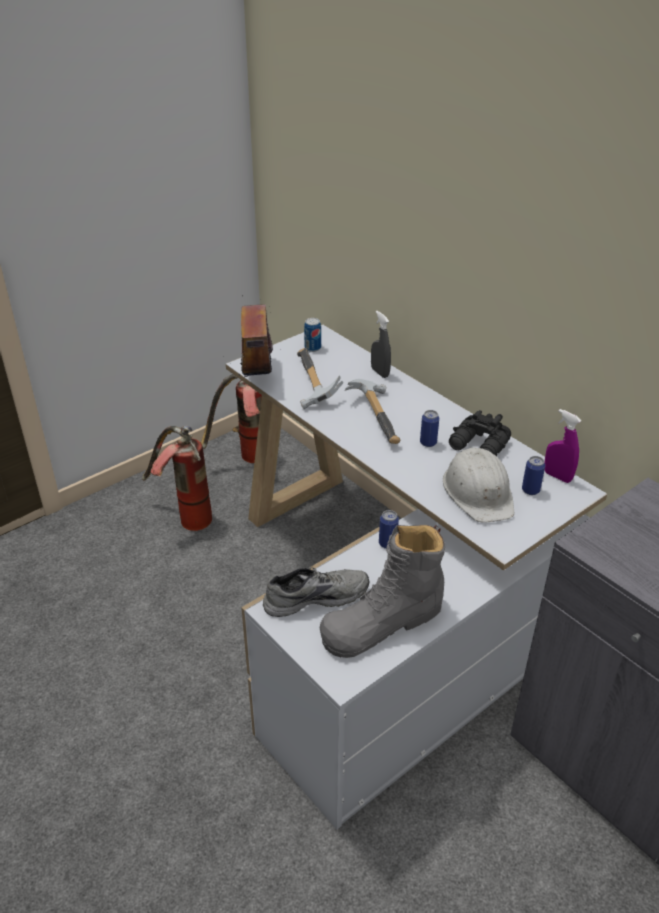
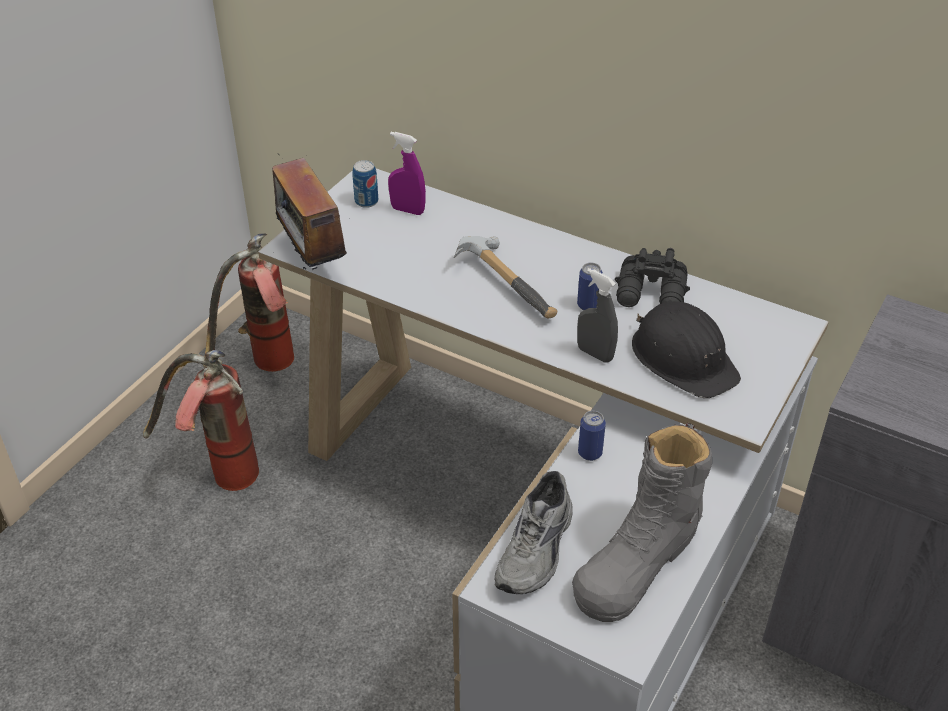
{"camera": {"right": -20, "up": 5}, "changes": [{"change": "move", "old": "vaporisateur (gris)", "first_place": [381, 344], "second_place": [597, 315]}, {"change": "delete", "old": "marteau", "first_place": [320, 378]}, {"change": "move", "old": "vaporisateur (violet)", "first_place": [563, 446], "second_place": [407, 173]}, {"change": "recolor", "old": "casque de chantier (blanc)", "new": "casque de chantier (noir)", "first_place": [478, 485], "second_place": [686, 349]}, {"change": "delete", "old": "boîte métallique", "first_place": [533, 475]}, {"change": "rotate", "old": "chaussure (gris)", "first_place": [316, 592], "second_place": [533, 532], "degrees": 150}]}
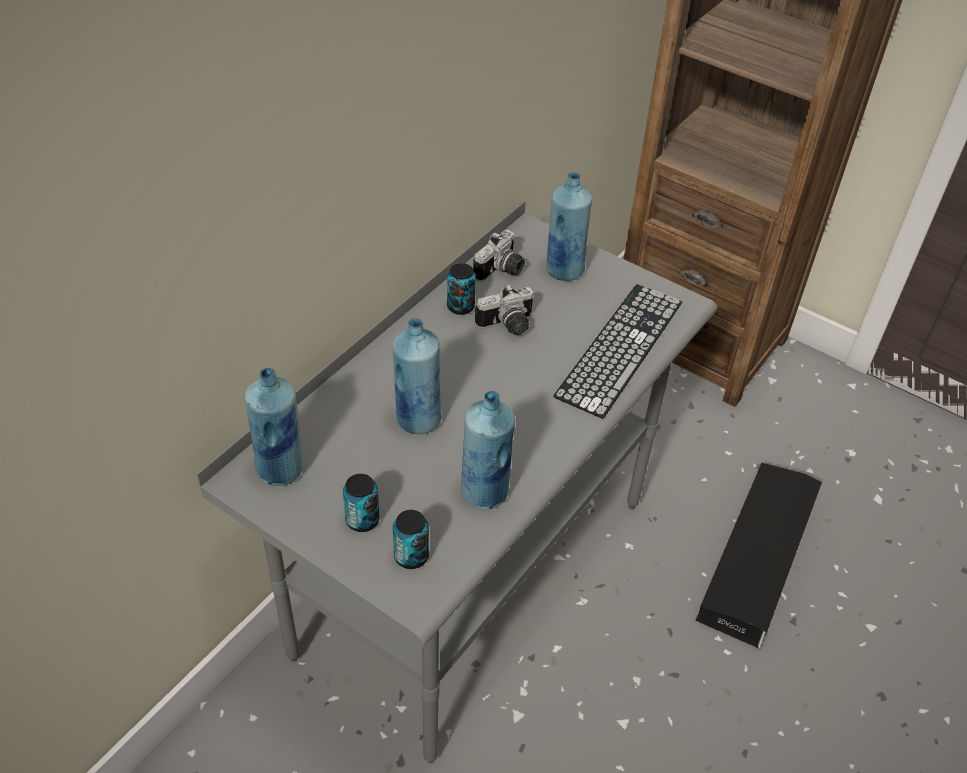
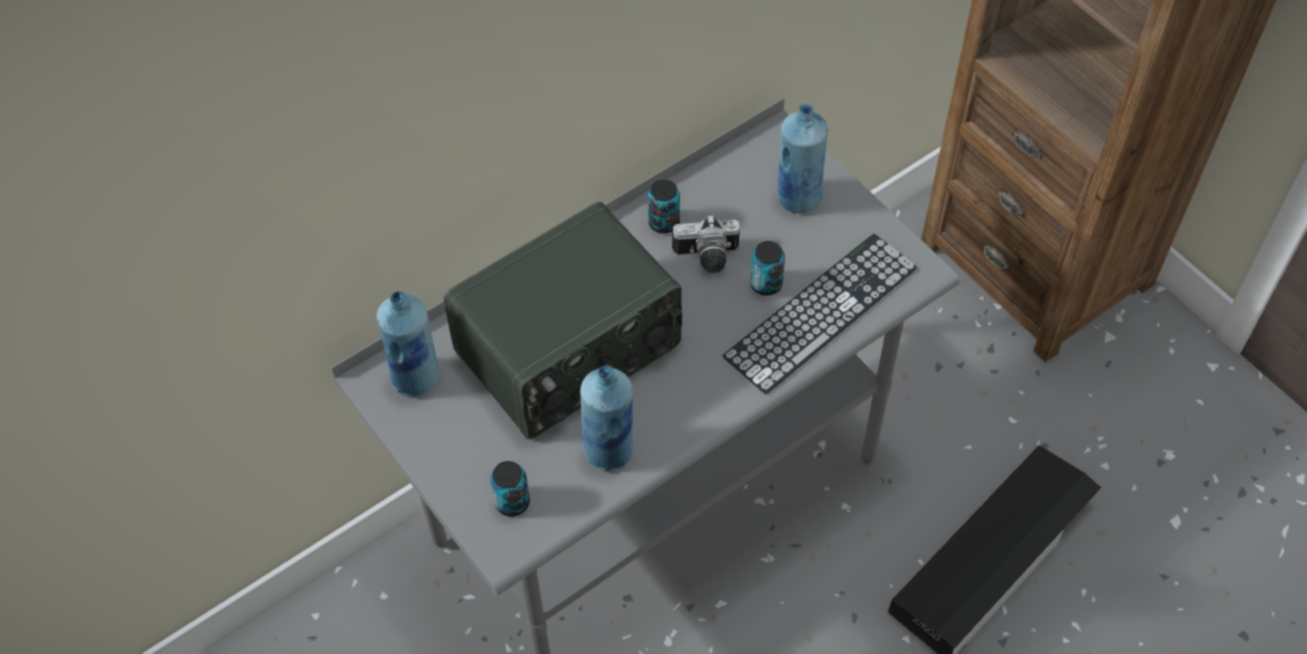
{"camera": {"right": 20, "up": 10}, "changes": [{"change": "delete", "old": "appareil photo", "first_place": [499, 256]}, {"change": "replace", "old": "bouteille (bleu)", "new": "radio", "first_place": [417, 376], "second_place": [563, 321]}, {"change": "move", "old": "boîte métallique", "first_place": [361, 503], "second_place": [767, 268]}]}
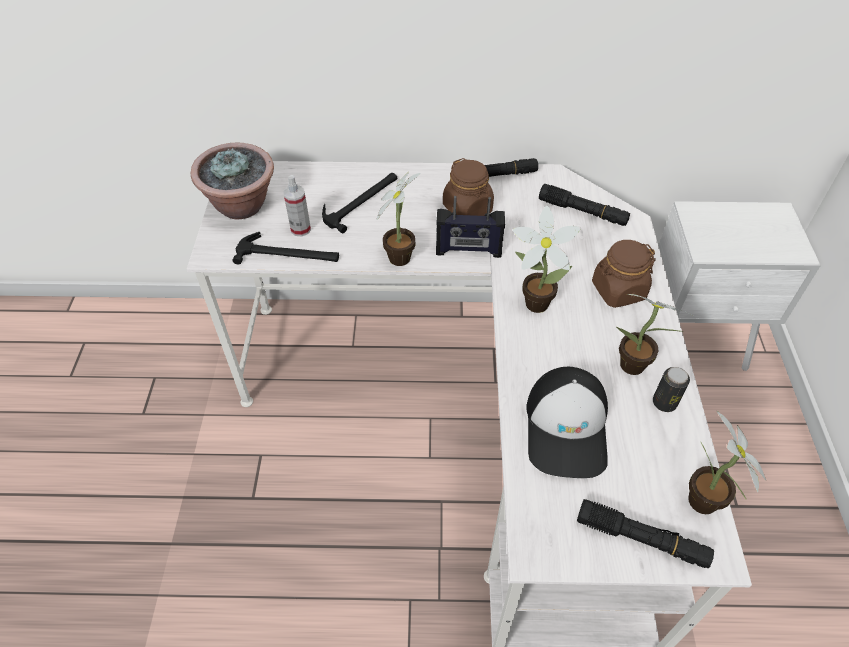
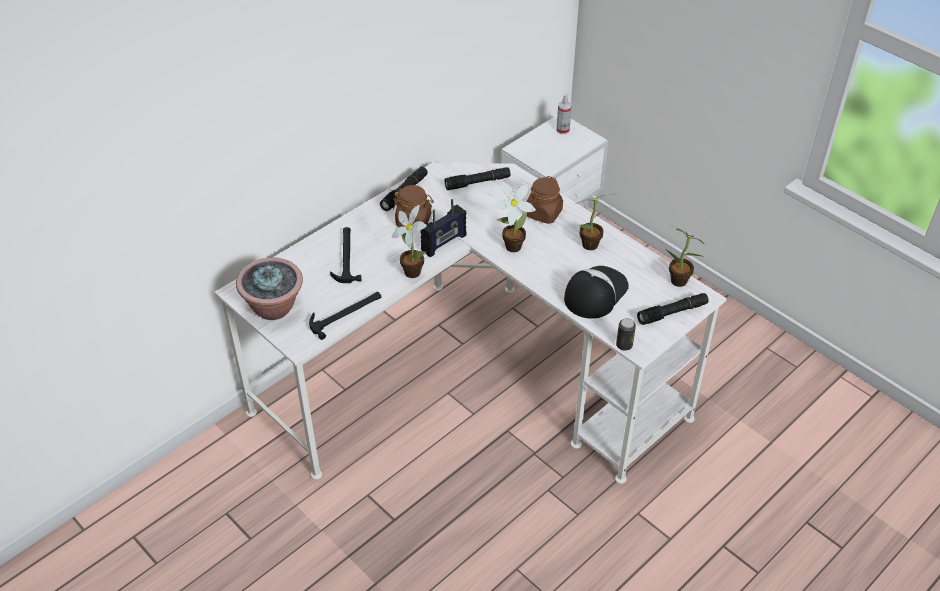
{"camera": {"right": -45, "up": -5}, "changes": [{"change": "move", "old": "vaporisateur", "first_place": [297, 205], "second_place": [564, 114]}, {"change": "rotate", "old": "casquette", "first_place": [567, 422], "second_place": [596, 292], "degrees": -105}, {"change": "move", "old": "boîte métallique", "first_place": [671, 389], "second_place": [626, 334]}]}
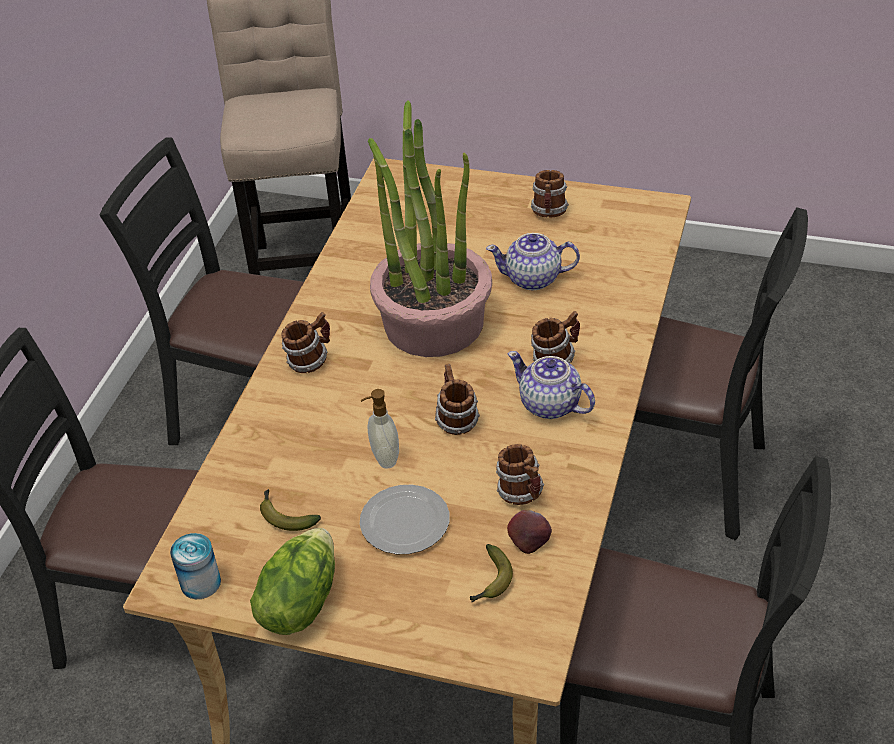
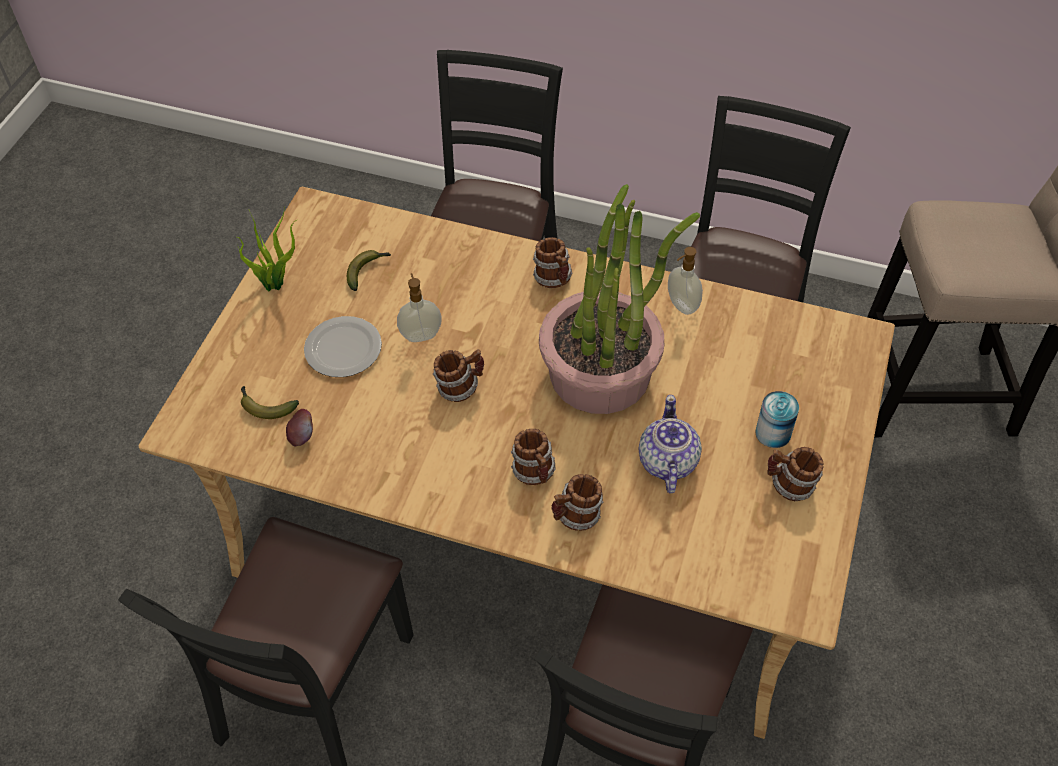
{"camera": {"right": 90, "up": 10}, "changes": [{"change": "delete", "old": "théière", "first_place": [551, 385]}, {"change": "move", "old": "mug", "first_place": [520, 474], "second_place": [577, 502]}, {"change": "replace", "old": "laitue", "new": "plante en pot", "first_place": [292, 581], "second_place": [267, 248]}, {"change": "move", "old": "boîte métallique", "first_place": [195, 566], "second_place": [777, 419]}, {"change": "insert", "new": "distributeur de savon", "second_place": [685, 281]}]}
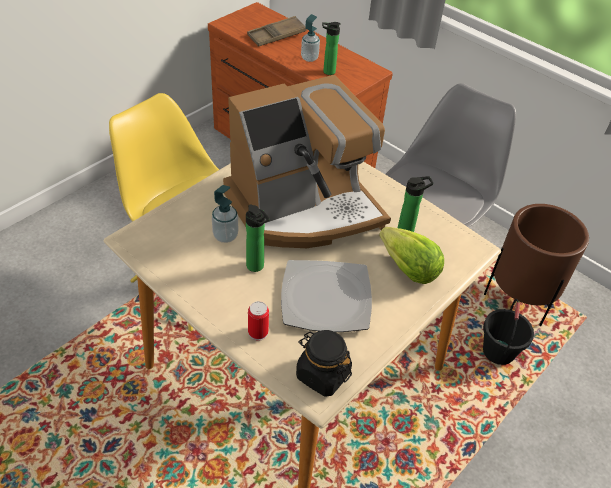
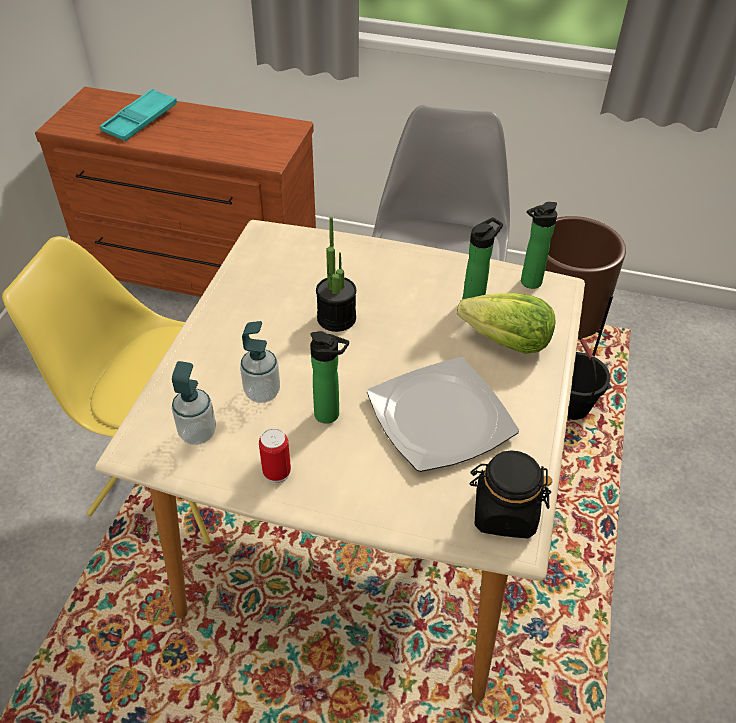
{"camera": {"right": -25, "up": 0}, "changes": [{"change": "move", "old": "distributeur de savon", "first_place": [310, 38], "second_place": [193, 403]}, {"change": "recolor", "old": "plateau (marron)", "new": "plateau (turquoise)", "first_place": [277, 31], "second_place": [138, 115]}, {"change": "move", "old": "bouteille", "first_place": [331, 48], "second_place": [539, 245]}, {"change": "replace", "old": "machine à café", "new": "plante en pot", "first_place": [307, 161], "second_place": [336, 274]}, {"change": "move", "old": "boîte métallique", "first_place": [258, 321], "second_place": [275, 455]}]}
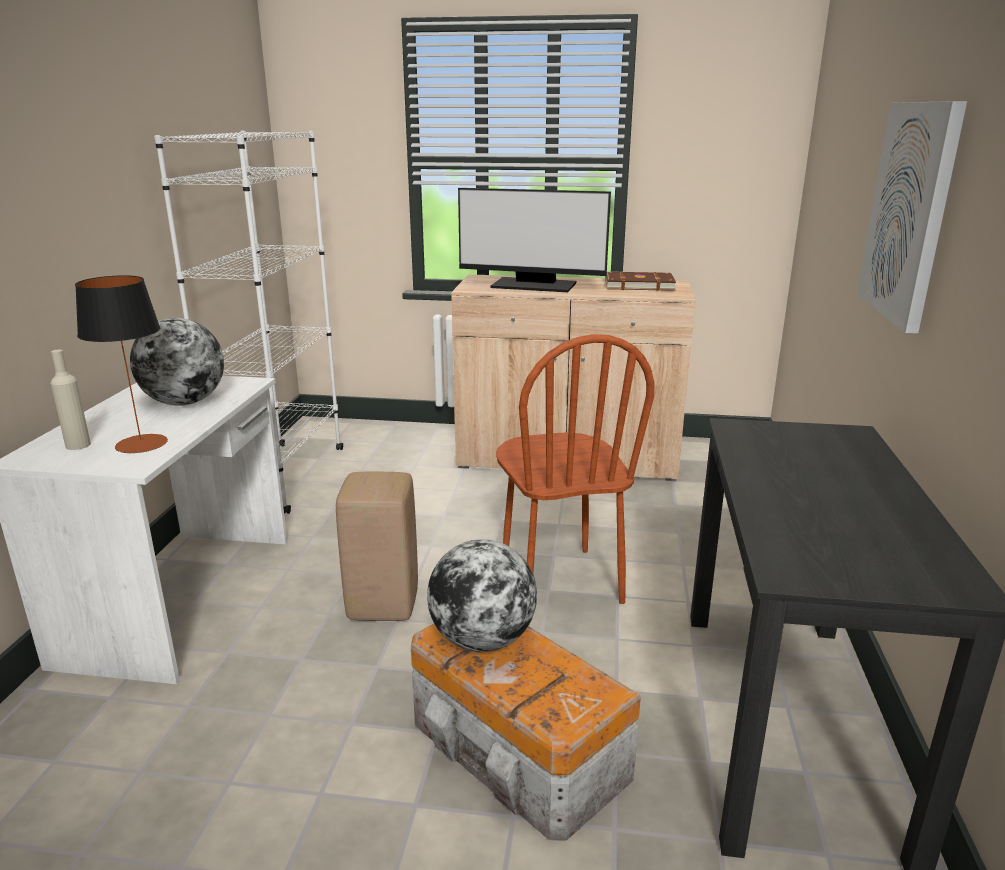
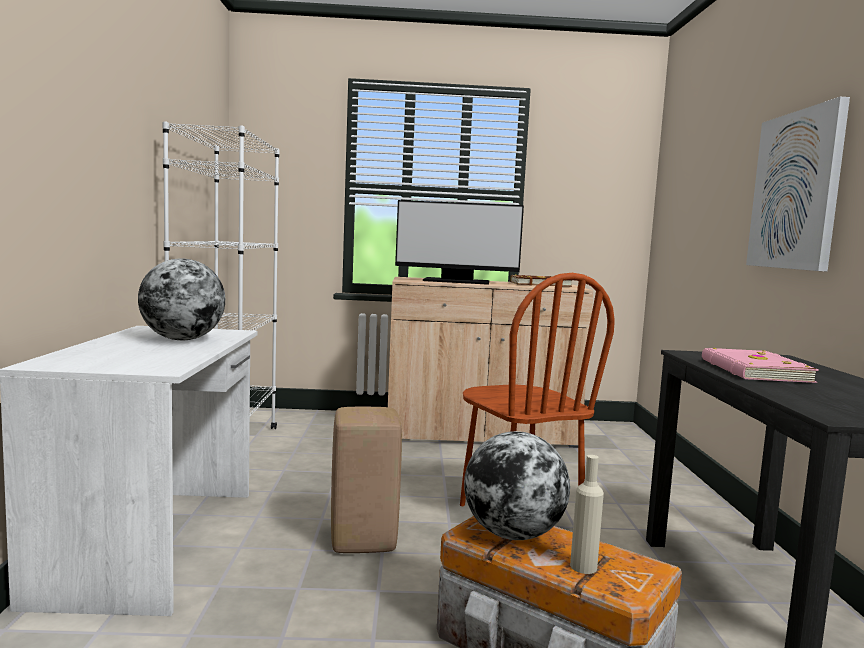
{"camera": {"right": -10, "up": -15}, "changes": [{"change": "delete", "old": "lampe de table", "first_place": [121, 364]}, {"change": "move", "old": "bouteille (beige)", "first_place": [71, 400], "second_place": [587, 514]}, {"change": "insert", "new": "livre (rose)", "second_place": [760, 365]}]}
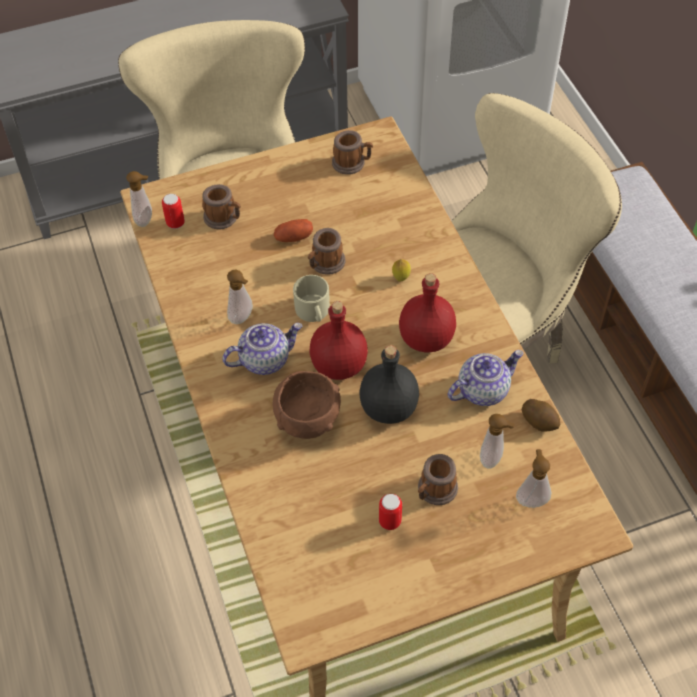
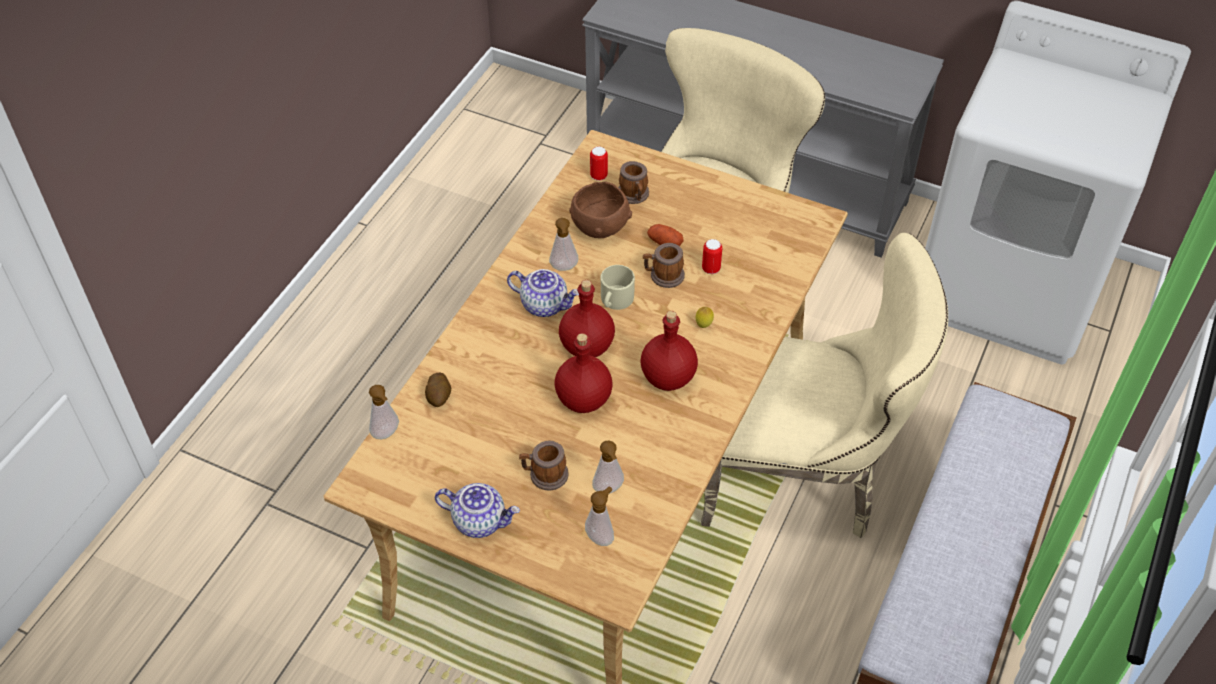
{"camera": {"right": 45, "up": -5}, "changes": [{"change": "delete", "old": "mug", "first_place": [352, 152]}, {"change": "move", "old": "distributeur de savon", "first_place": [139, 199], "second_place": [384, 412]}, {"change": "recolor", "old": "bouteille (noir)", "new": "bouteille (rouge)", "first_place": [389, 384], "second_place": [583, 373]}, {"change": "move", "old": "théière", "first_place": [485, 378], "second_place": [477, 510]}, {"change": "move", "old": "bol (marron)", "first_place": [307, 405], "second_place": [600, 210]}, {"change": "move", "old": "pomme de terre", "first_place": [541, 415], "second_place": [438, 390]}, {"change": "move", "old": "boîte métallique", "first_place": [390, 512], "second_place": [712, 256]}]}
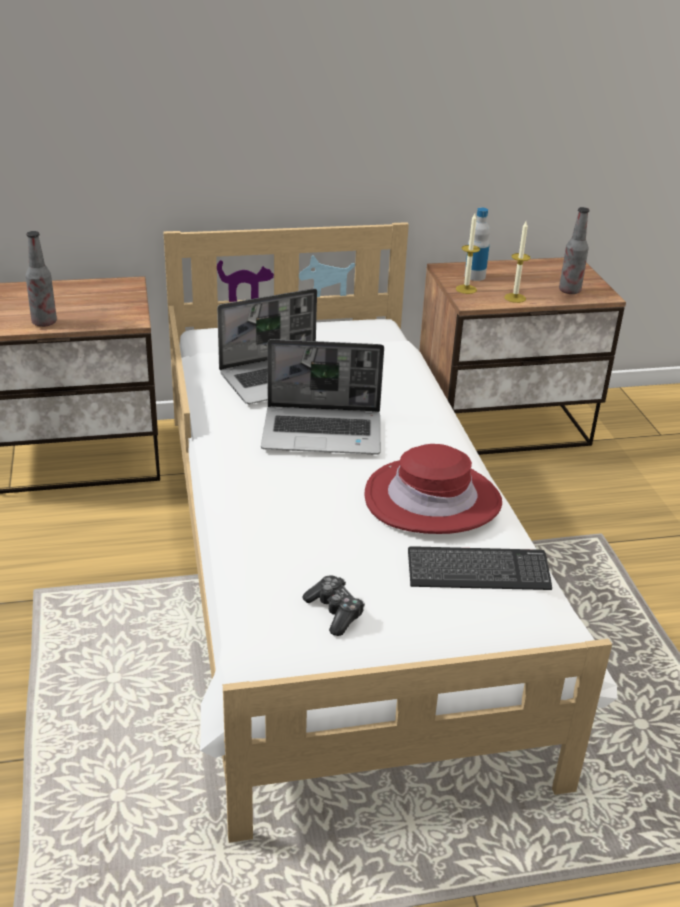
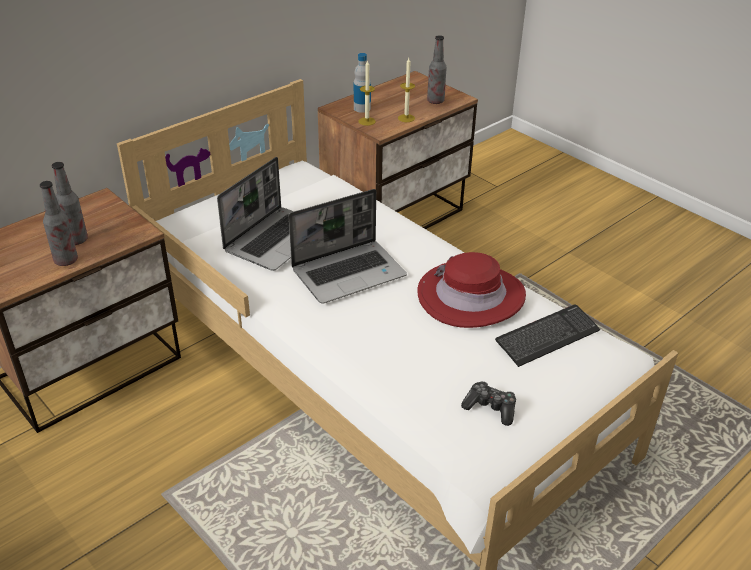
{"camera": {"right": -30, "up": 5}, "changes": [{"change": "insert", "new": "bouteille", "second_place": [70, 203]}]}
